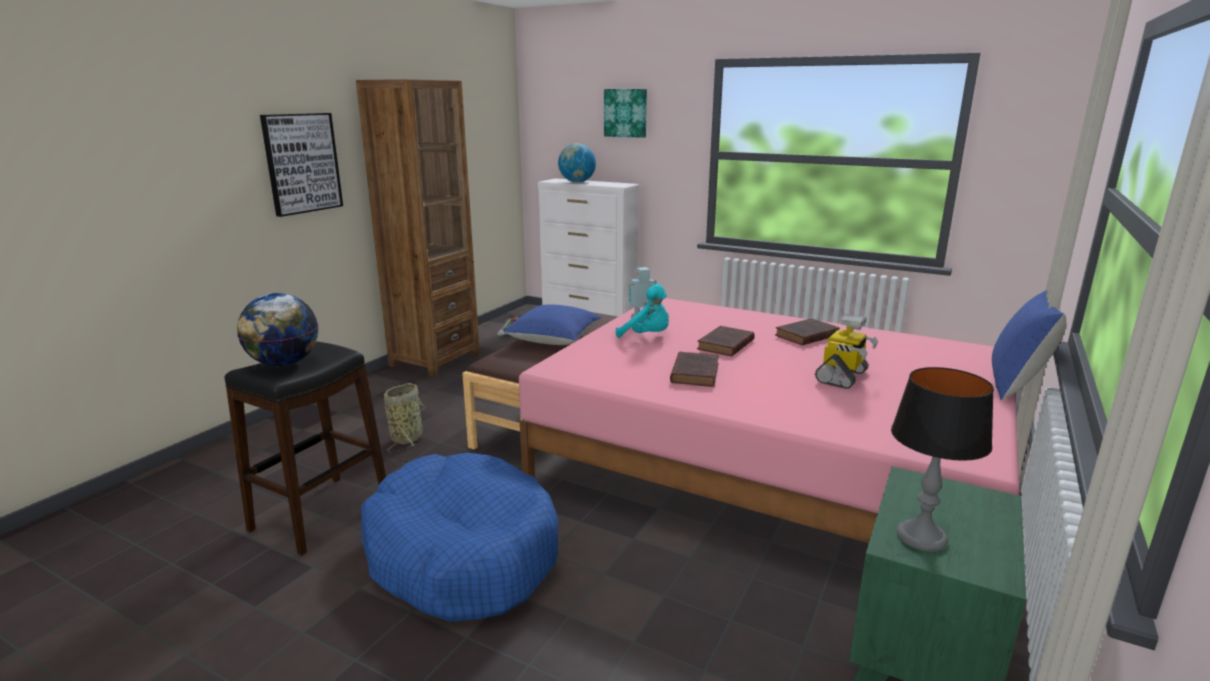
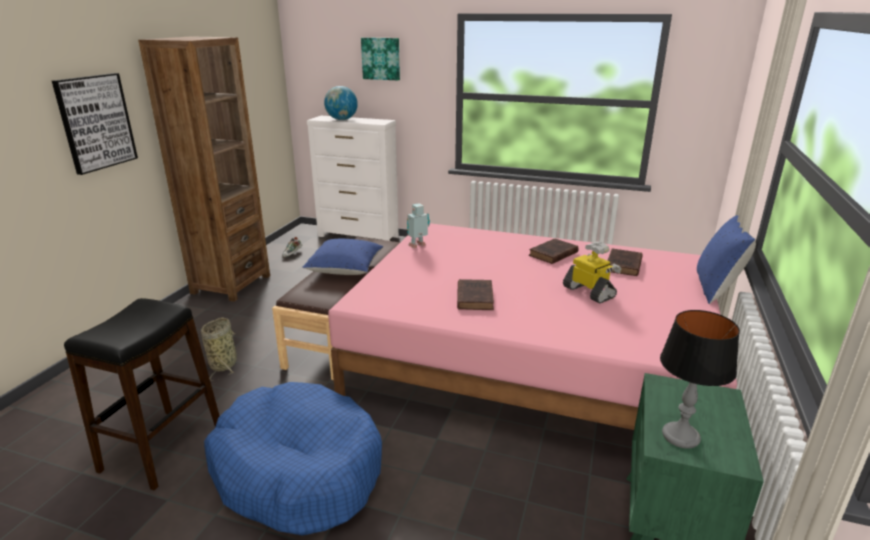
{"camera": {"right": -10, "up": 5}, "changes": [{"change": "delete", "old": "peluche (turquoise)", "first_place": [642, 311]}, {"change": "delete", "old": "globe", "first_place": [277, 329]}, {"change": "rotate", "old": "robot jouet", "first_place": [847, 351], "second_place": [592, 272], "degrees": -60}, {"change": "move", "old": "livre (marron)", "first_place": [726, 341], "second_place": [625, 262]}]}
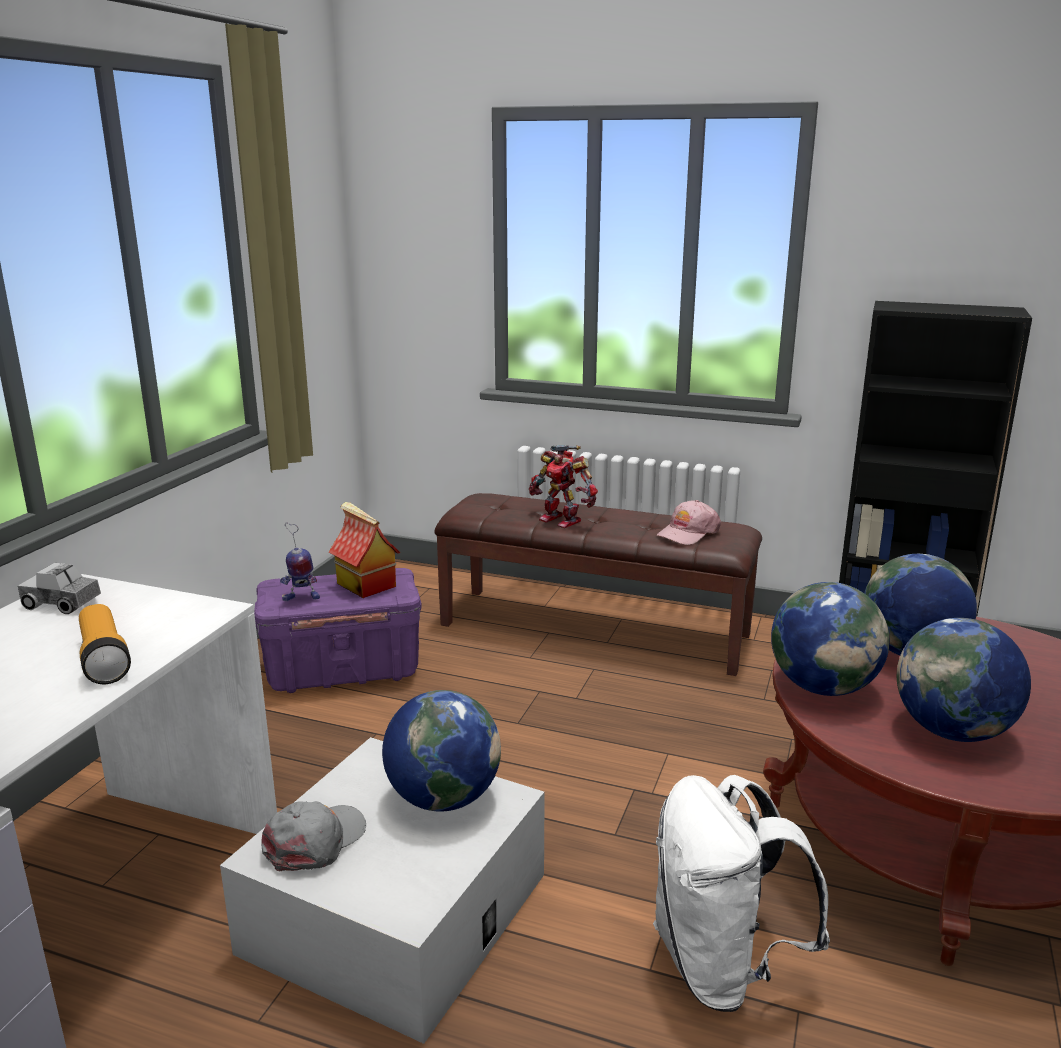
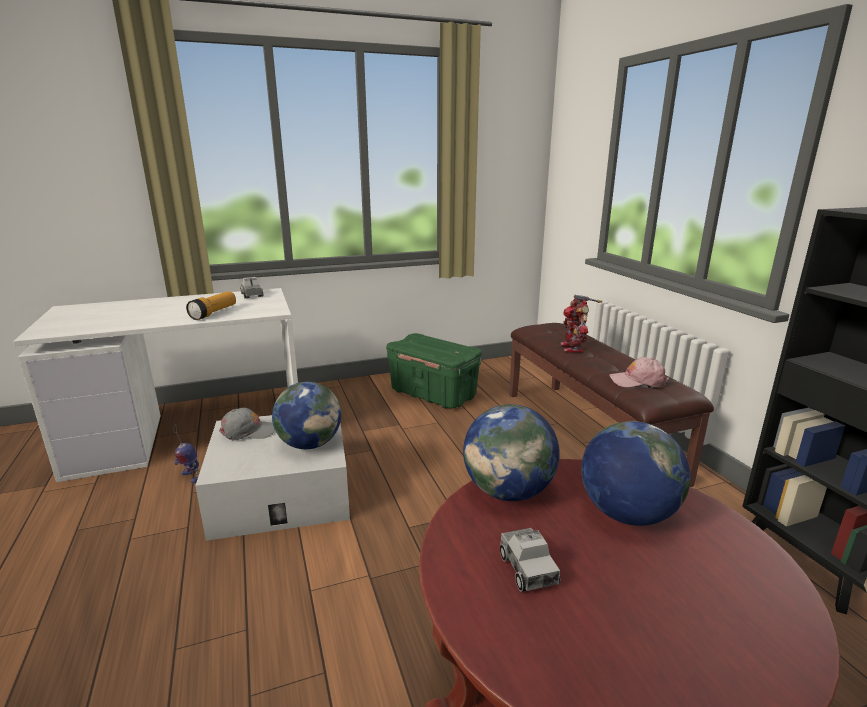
{"camera": {"right": 50, "up": 0}, "changes": [{"change": "delete", "old": "maison miniature", "first_place": [364, 550]}, {"change": "move", "old": "robot jouet", "first_place": [300, 561], "second_place": [186, 454]}, {"change": "recolor", "old": "boîte de rangement (violet)", "new": "boîte de rangement (vert)", "first_place": [338, 630], "second_place": [434, 370]}, {"change": "replace", "old": "globe", "new": "camion jouet", "first_place": [964, 680], "second_place": [530, 560]}, {"change": "delete", "old": "sac à dos (blanc)", "first_place": [741, 893]}]}
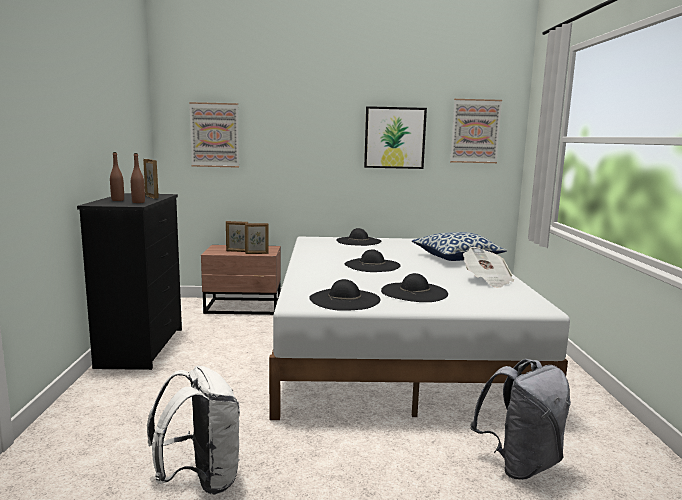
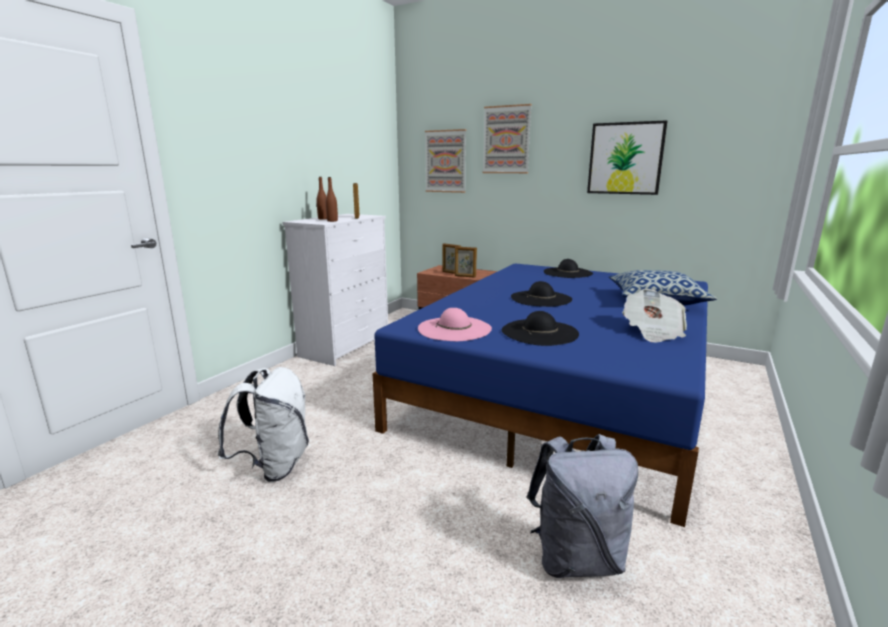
{"camera": {"right": 30, "up": 5}, "changes": [{"change": "move", "old": "tableau", "first_place": [476, 131], "second_place": [507, 138]}, {"change": "recolor", "old": "commode (noir)", "new": "commode (blanc)", "first_place": [129, 281], "second_place": [335, 290]}, {"change": "recolor", "old": "lit (blanc)", "new": "lit (bleu)", "first_place": [419, 328], "second_place": [540, 395]}, {"change": "recolor", "old": "chapeau (noir)", "new": "chapeau (rose)", "first_place": [345, 295], "second_place": [455, 324]}]}
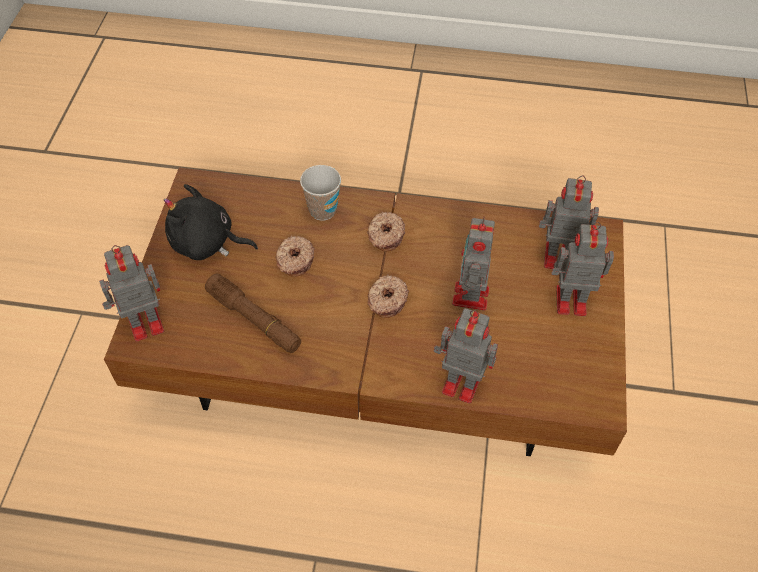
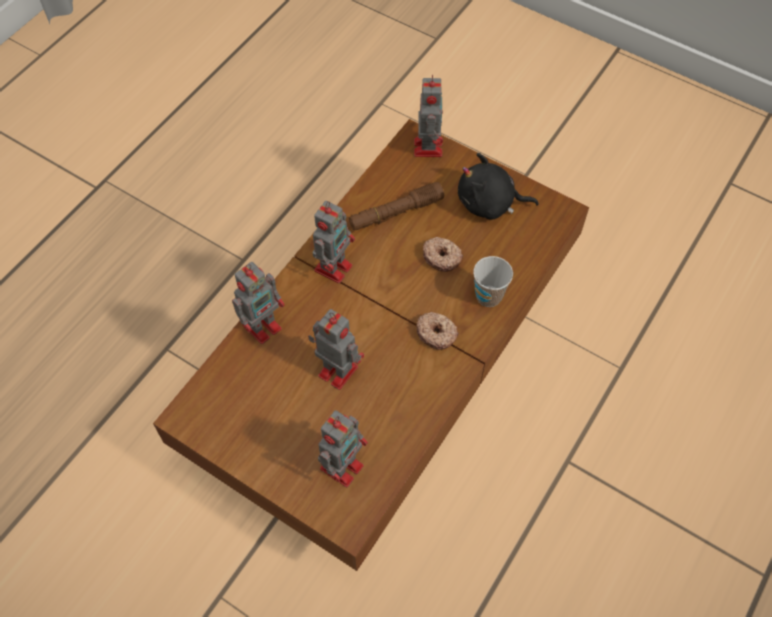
{"camera": {"right": 115, "up": 5}, "changes": [{"change": "rotate", "old": "peluche (noir)", "first_place": [211, 222], "second_place": [498, 186], "degrees": -120}, {"change": "move", "old": "robot jouet", "first_place": [582, 269], "second_place": [334, 242]}, {"change": "delete", "old": "beignet", "first_place": [388, 296]}]}
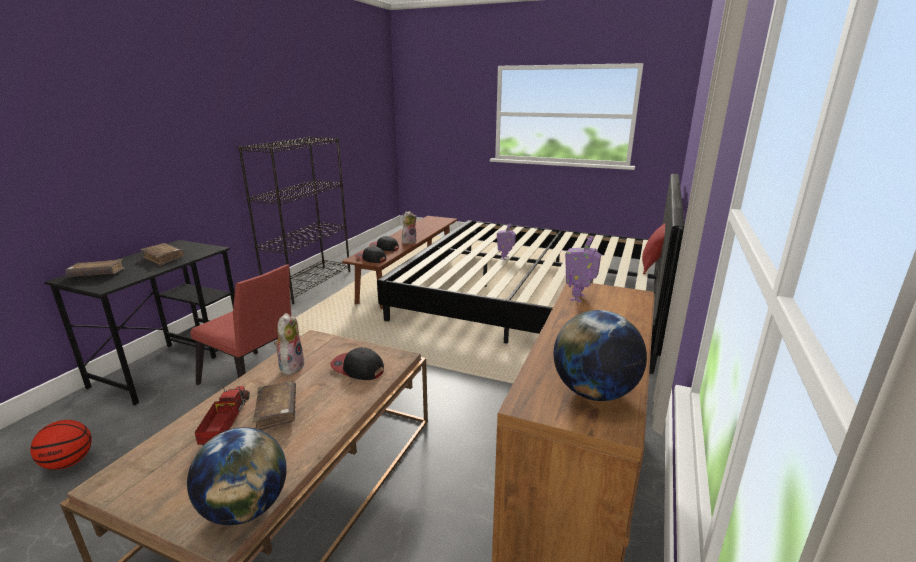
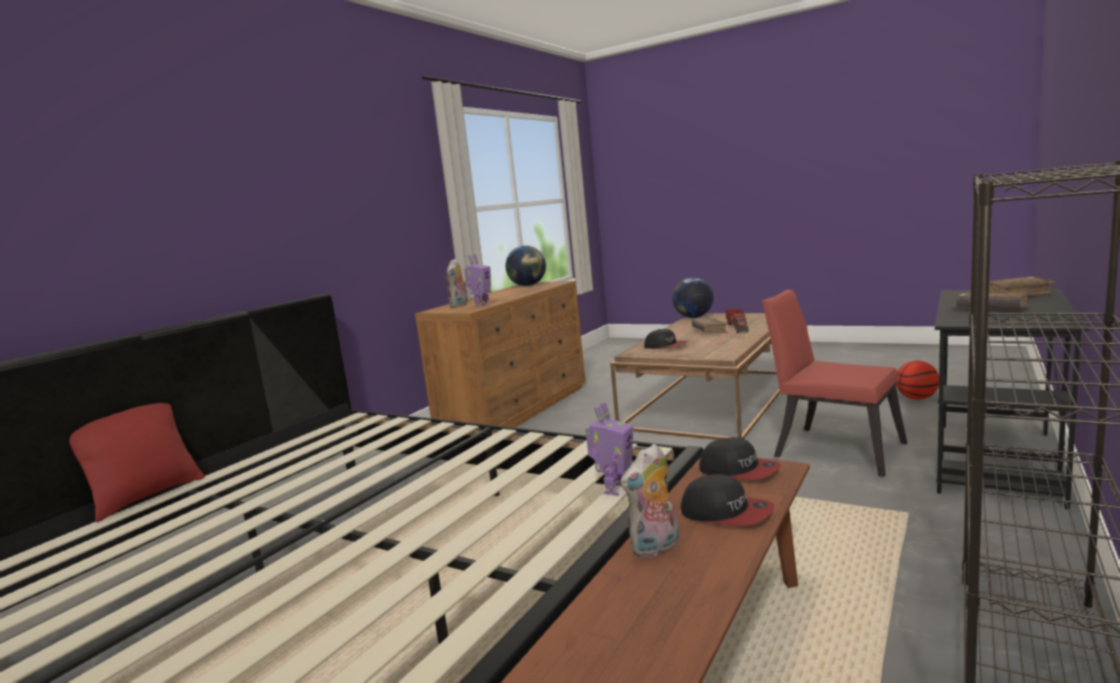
{"camera": {"right": -170, "up": -10}, "changes": [{"change": "move", "old": "robot jouet", "first_place": [506, 242], "second_place": [609, 449]}, {"change": "move", "old": "peluche", "first_place": [289, 344], "second_place": [457, 283]}]}
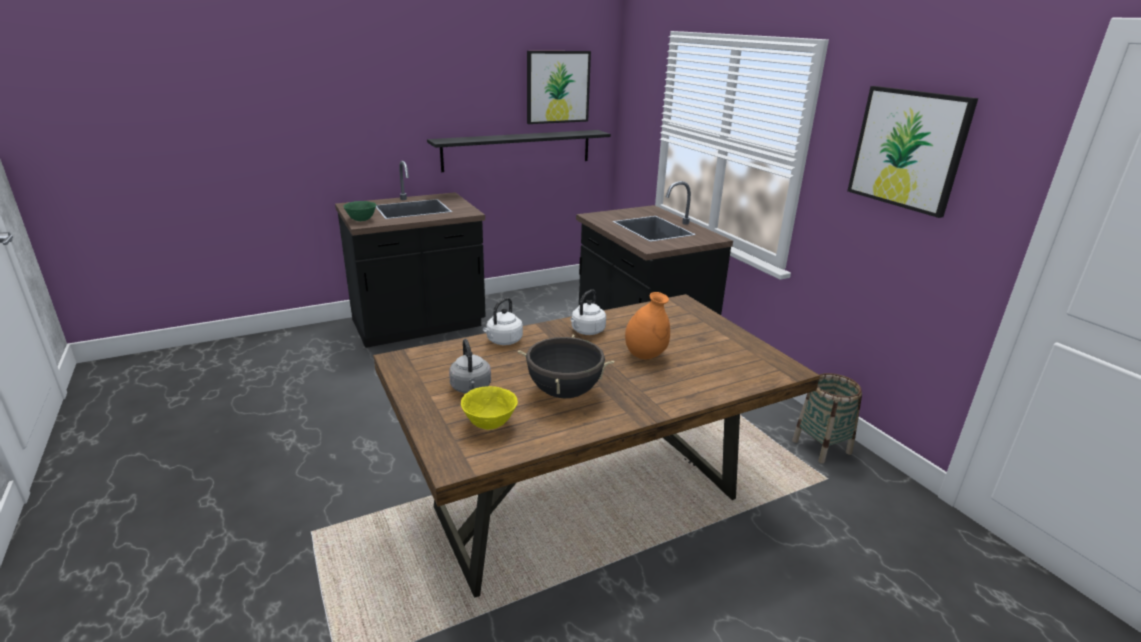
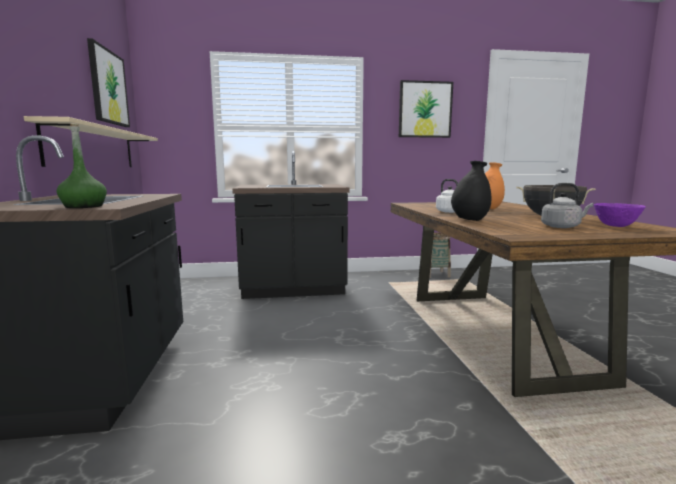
{"camera": {"right": -70, "up": -15}, "changes": [{"change": "recolor", "old": "étagère (noir)", "new": "étagère (beige)", "first_place": [519, 151], "second_place": [91, 141]}, {"change": "replace", "old": "bol (vert)", "new": "bouteille (vert)", "first_place": [359, 211], "second_place": [82, 166]}, {"change": "replace", "old": "bouilloire (blanc)", "new": "vase (noir)", "first_place": [503, 321], "second_place": [471, 191]}, {"change": "recolor", "old": "bol (jaune)", "new": "bol (violet)", "first_place": [489, 408], "second_place": [620, 215]}]}
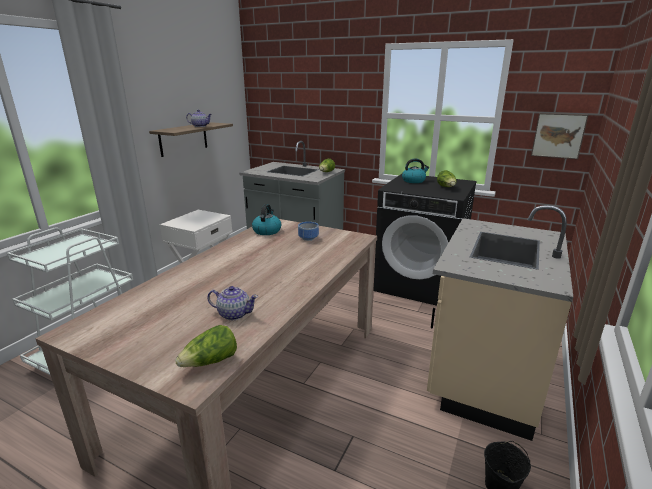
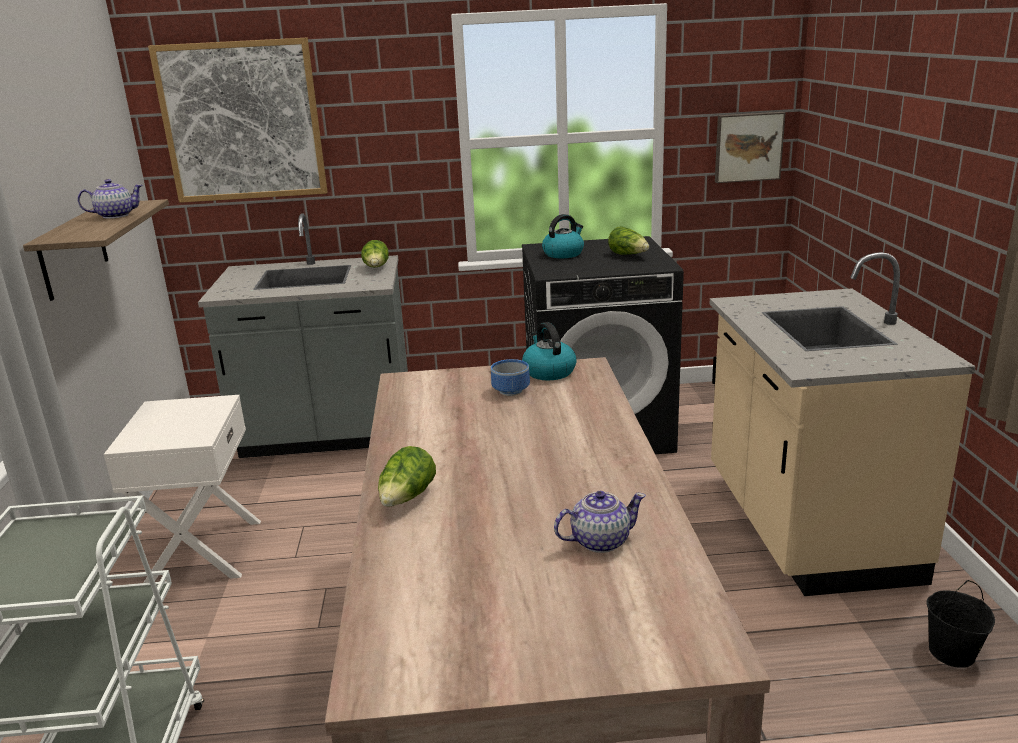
{"camera": {"right": -30, "up": 0}, "changes": [{"change": "move", "old": "bouilloire", "first_place": [266, 219], "second_place": [549, 351]}, {"change": "move", "old": "laitue", "first_place": [206, 346], "second_place": [407, 476]}, {"change": "insert", "new": "tableau", "second_place": [237, 120]}]}
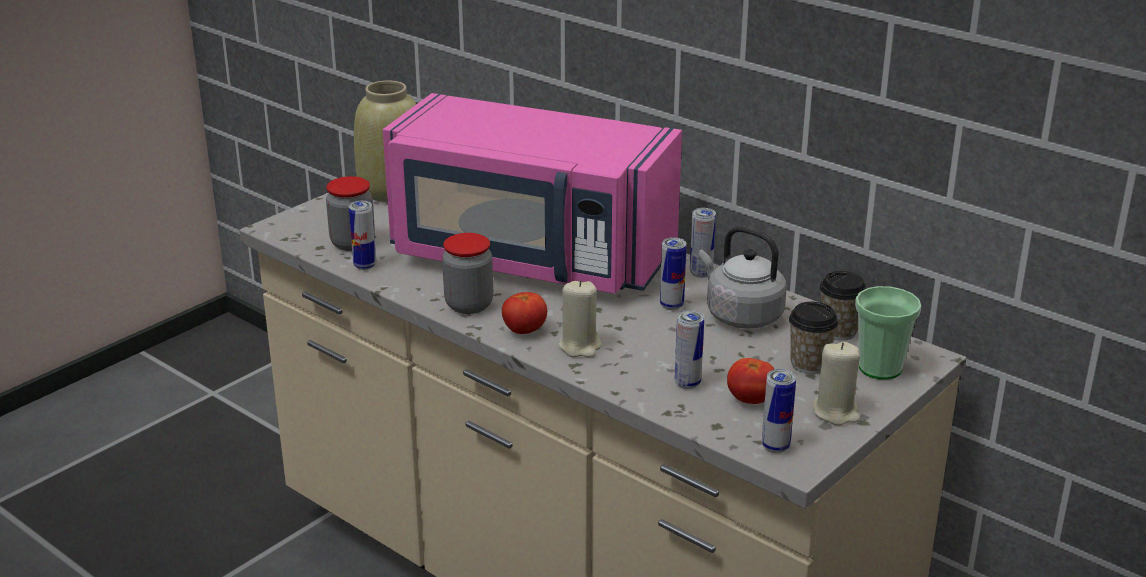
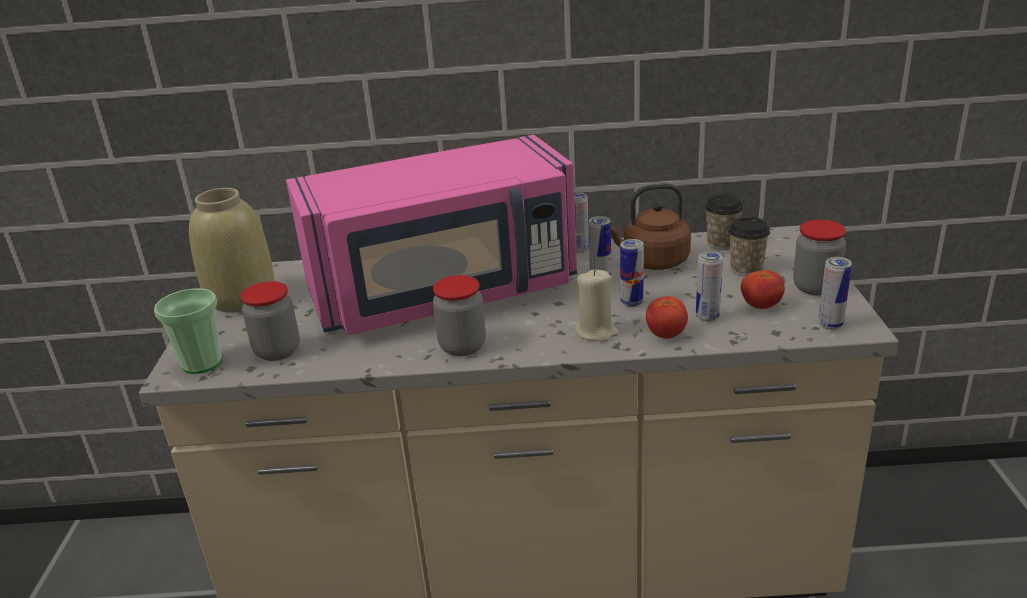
{"camera": {"right": -40, "up": 0}, "changes": [{"change": "move", "old": "boîte métallique", "first_place": [362, 235], "second_place": [632, 273]}, {"change": "recolor", "old": "bouilloire (gris)", "new": "bouilloire (marron)", "first_place": [742, 277], "second_place": [651, 226]}, {"change": "move", "old": "tasse", "first_place": [888, 333], "second_place": [188, 331]}, {"change": "move", "old": "tomate", "first_place": [524, 313], "second_place": [667, 317]}, {"change": "replace", "old": "bougie (beige)", "new": "bocal", "first_place": [836, 384], "second_place": [819, 258]}]}
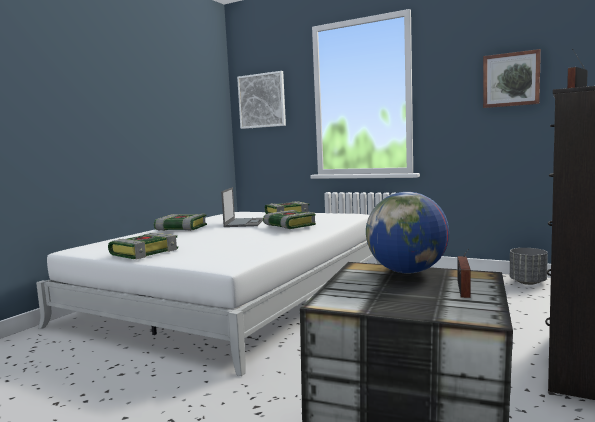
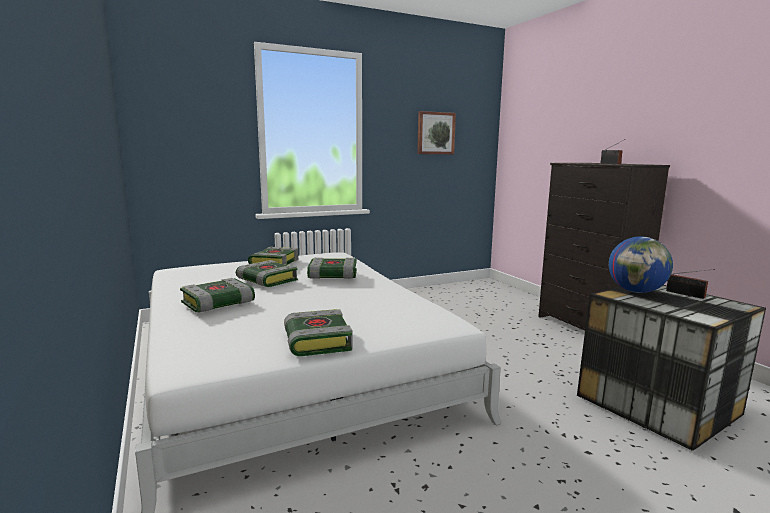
{"camera": {"right": -55, "up": 5}, "changes": [{"change": "delete", "old": "tableau", "first_place": [261, 100]}, {"change": "replace", "old": "ordinateur portable", "new": "livre", "first_place": [242, 207], "second_place": [267, 273]}, {"change": "delete", "old": "cache-pot (gris)", "first_place": [529, 266]}]}
